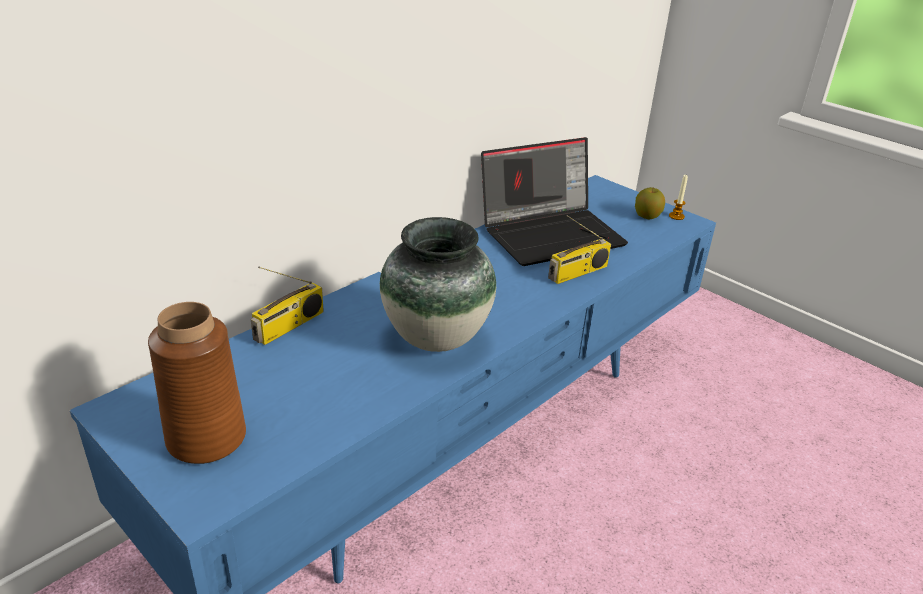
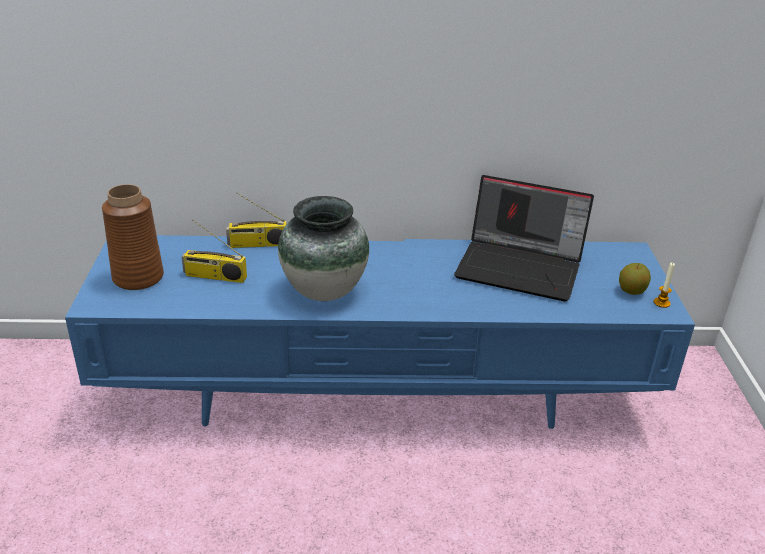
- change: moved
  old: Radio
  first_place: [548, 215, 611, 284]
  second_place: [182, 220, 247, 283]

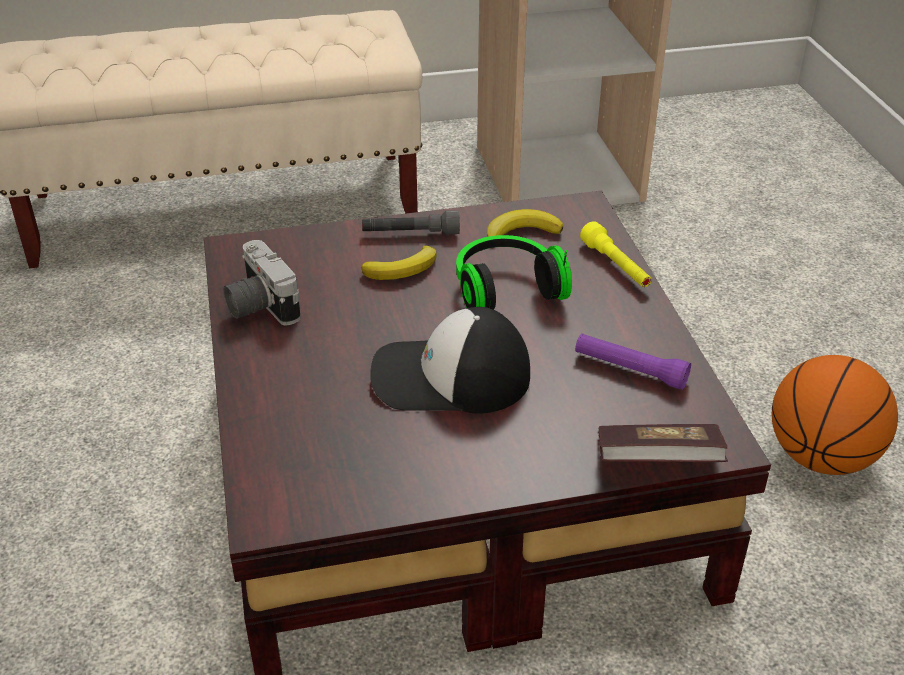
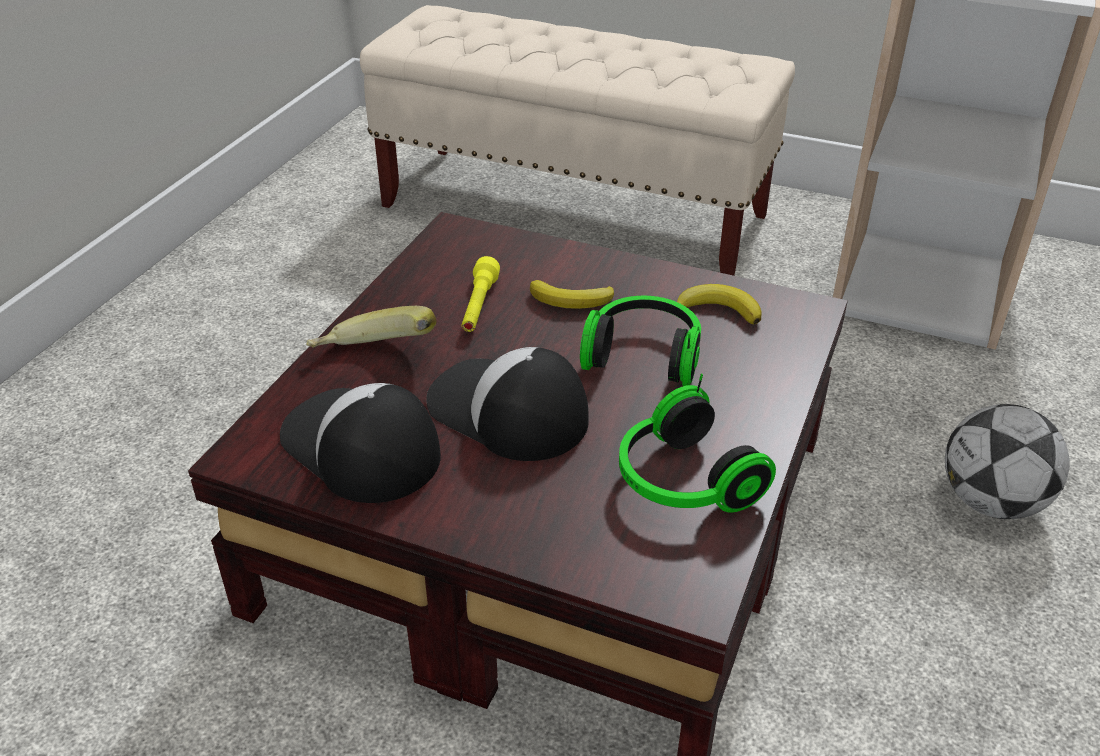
- change: removed
  old: Taschenlampe [grau]
  first_place: [362, 210, 460, 235]
- change: moved
  old: Taschenlampe [gelb]
  first_place: [580, 221, 652, 287]
  second_place: [462, 256, 500, 332]
- change: removed
  old: Kamera
  first_place: [224, 240, 301, 325]
- change: replaced
  old: Taschenlampe [lila]
  new: Kopfhörer
  first_place: [575, 333, 691, 390]
  second_place: [619, 374, 776, 513]
- change: removed
  old: Basketball
  first_place: [772, 355, 898, 475]
- change: removed
  old: Buch
  first_place: [599, 424, 728, 462]
- change: added
  new: Banane
  second_place: [307, 306, 436, 348]
- change: added
  new: Kappe
  second_place: [280, 383, 441, 503]
- change: added
  new: Fußball
  second_place: [945, 404, 1070, 519]

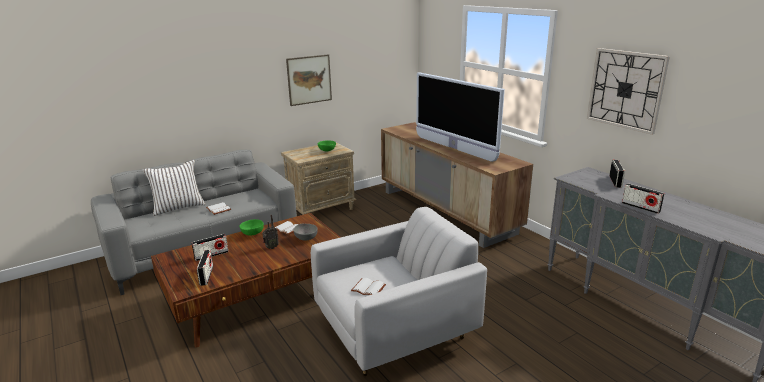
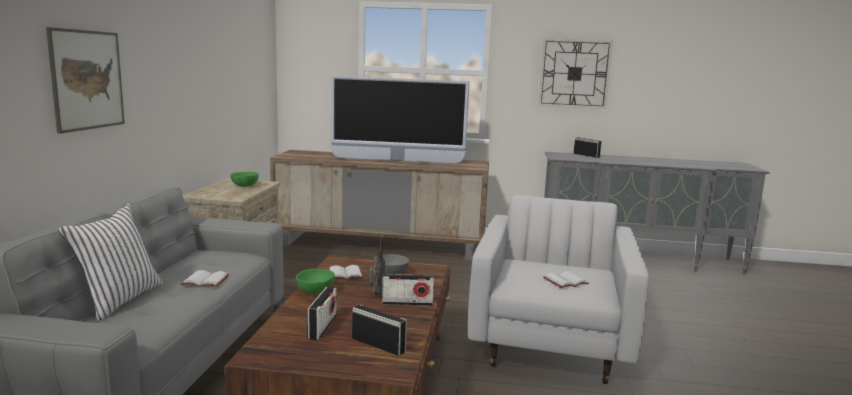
- change: moved
  old: Bild
  first_place: [286, 54, 332, 106]
  second_place: [46, 27, 125, 134]
- change: moved
  old: Radio
  first_place: [622, 183, 665, 214]
  second_place: [382, 274, 434, 306]

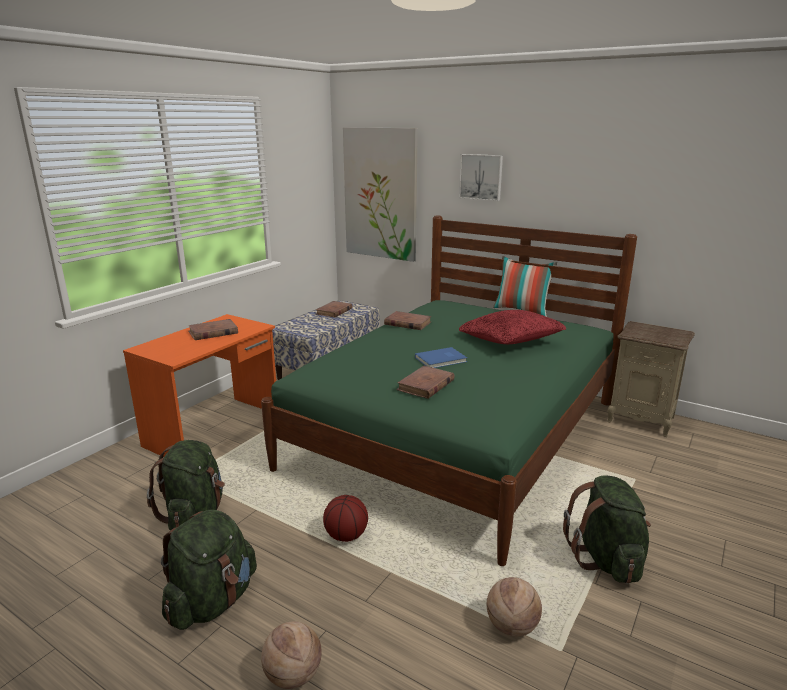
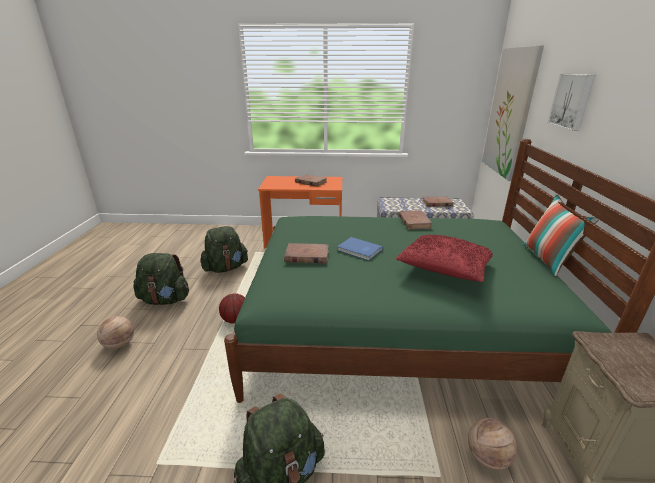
- change: moved
  old: Basketball
  first_place: [487, 577, 542, 637]
  second_place: [468, 418, 517, 470]

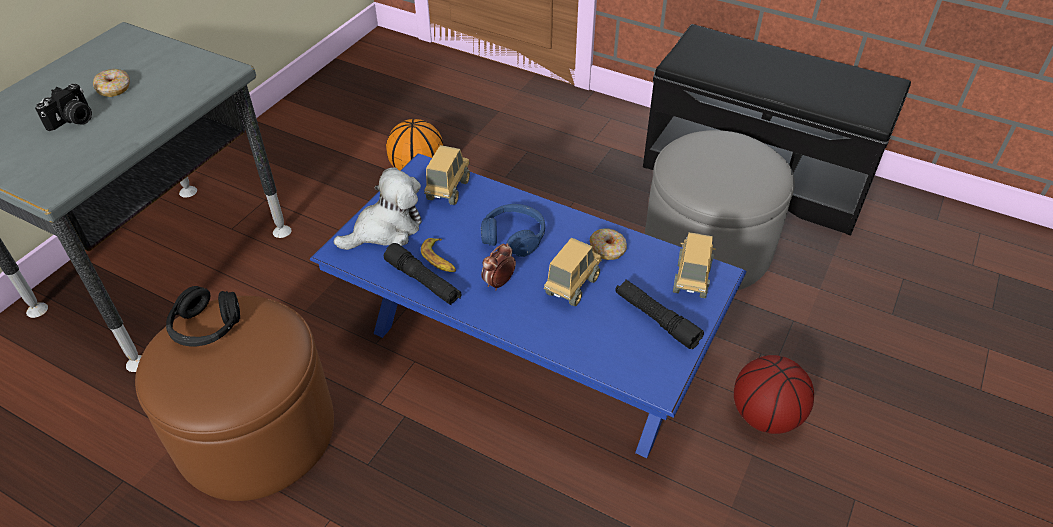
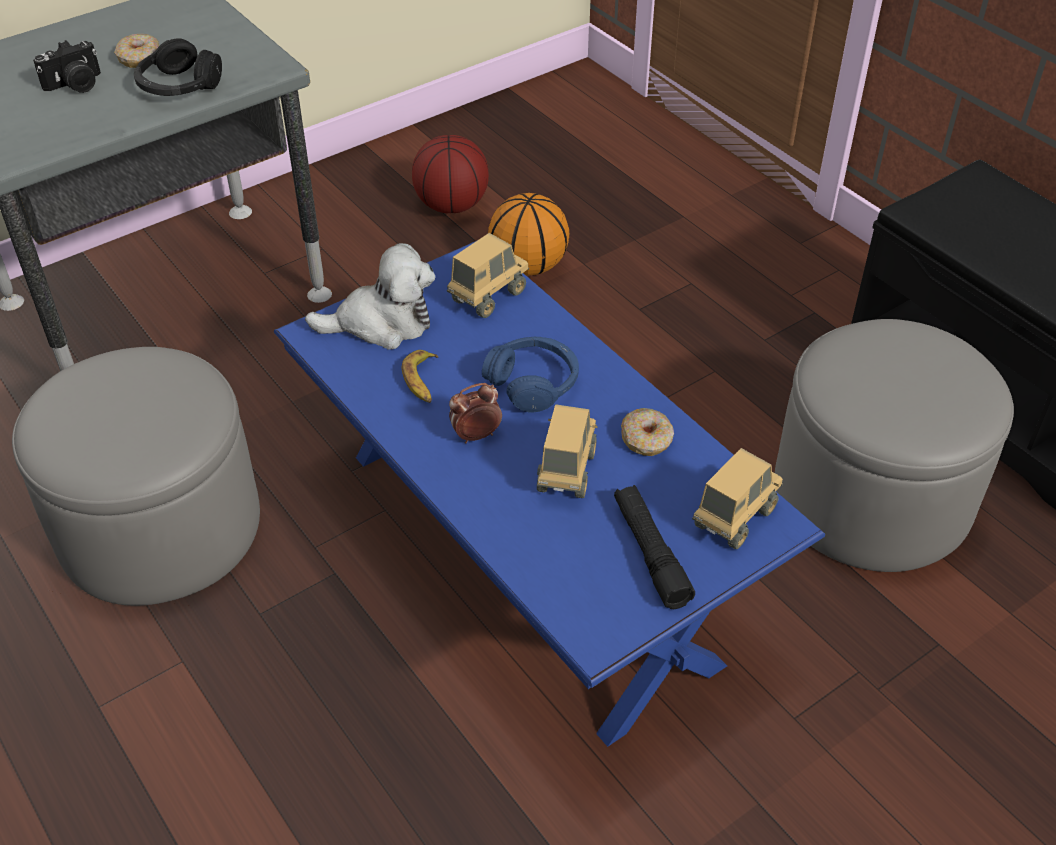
- change: turned
  old: Spielzeuglaster
  first_place: [544, 237, 602, 306]
  second_place: [537, 404, 598, 498]
  degrees: -45
- change: removed
  old: Taschenlampe [schwarz]
  first_place: [384, 243, 462, 305]
- change: moved
  old: Kopfhörer [schwarz]
  first_place: [166, 286, 240, 346]
  second_place: [134, 38, 222, 96]
- change: recoloured
  old: Polsterhocker [braun]
  new: Polsterhocker [grau]
  first_place: [135, 296, 334, 501]
  second_place: [12, 347, 260, 606]
- change: moved
  old: Basketball
  first_place: [734, 355, 814, 434]
  second_place: [412, 135, 489, 213]

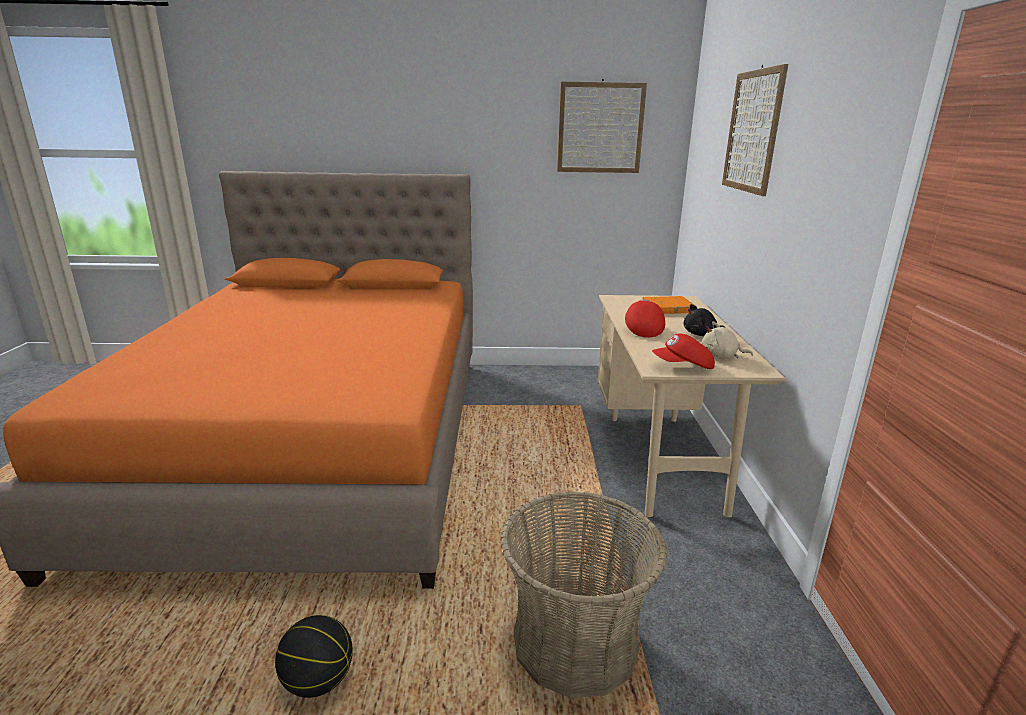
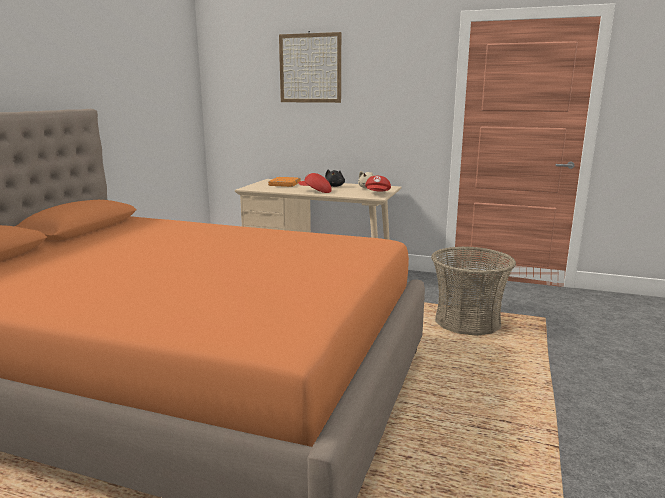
- change: removed
  old: Bild
  first_place: [557, 79, 647, 173]
- change: removed
  old: Basketball
  first_place: [275, 615, 353, 698]

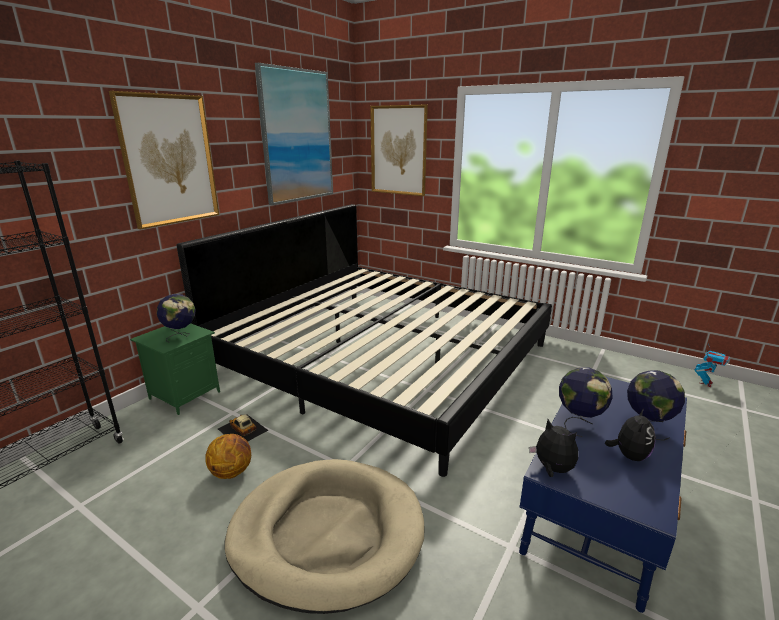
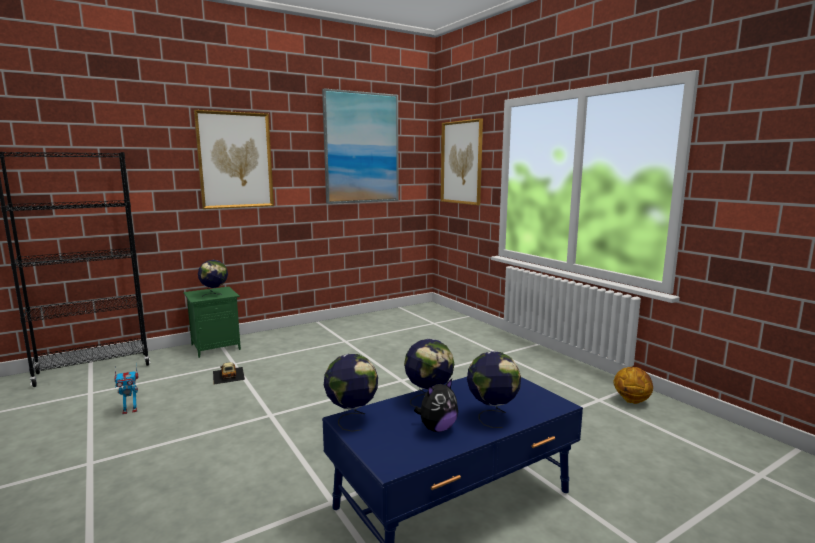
- change: removed
  old: Bett
  first_place: [177, 204, 552, 477]
- change: moved
  old: Spielzeugroboter
  first_place: [694, 344, 730, 387]
  second_place: [114, 362, 138, 414]
- change: replaced
  old: Plüschtier
  new: Globus
  first_place: [529, 419, 578, 477]
  second_place: [324, 354, 378, 432]
- change: moved
  old: Basketball
  first_place: [205, 434, 251, 479]
  second_place: [613, 367, 653, 404]
- change: removed
  old: Hundebett [beige]
  first_place: [224, 459, 424, 614]

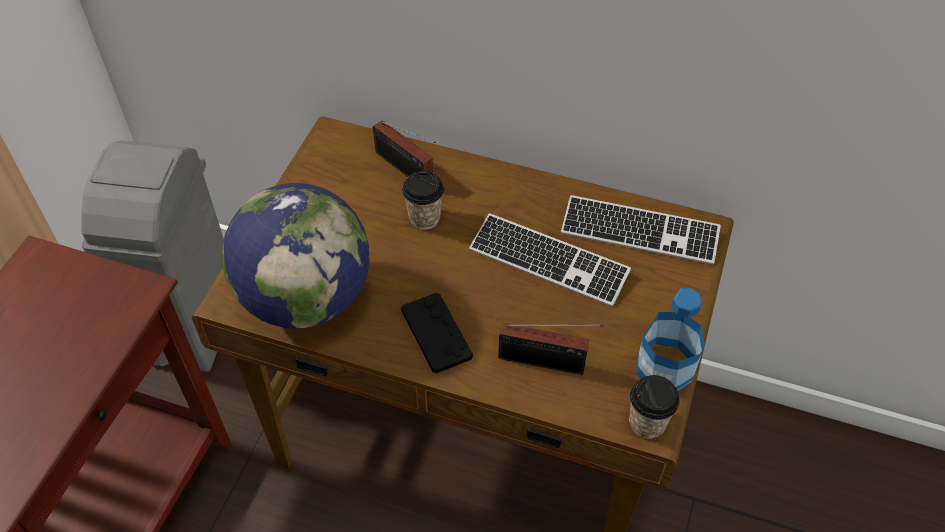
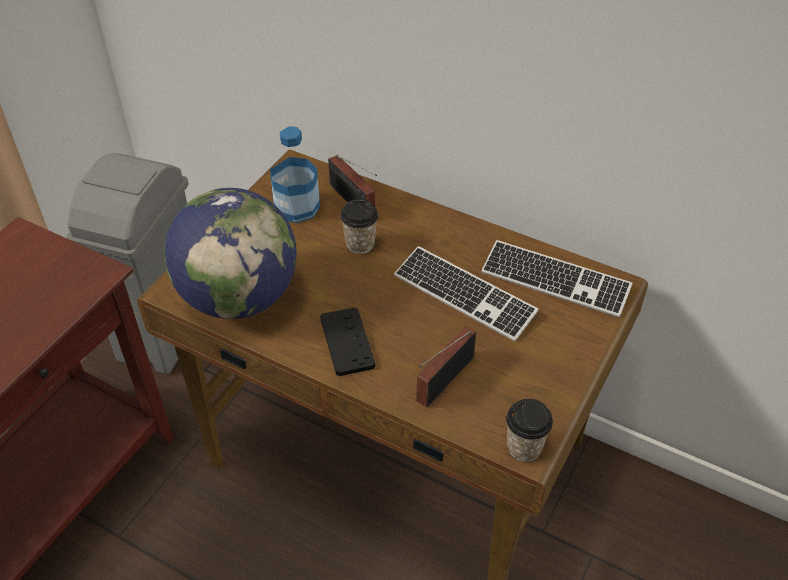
- change: moved
  old: Flasche
  first_place: [636, 288, 705, 391]
  second_place: [270, 126, 320, 223]
- change: turned
  old: Radio
  first_place: [498, 323, 603, 375]
  second_place: [416, 326, 476, 407]
  degrees: 105

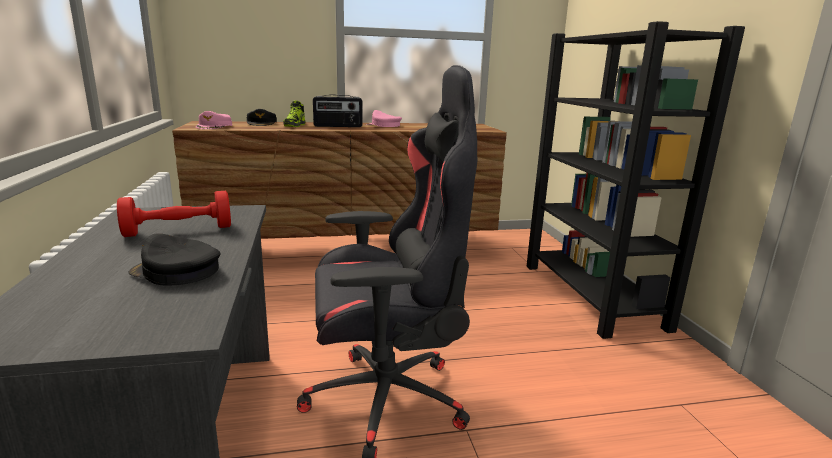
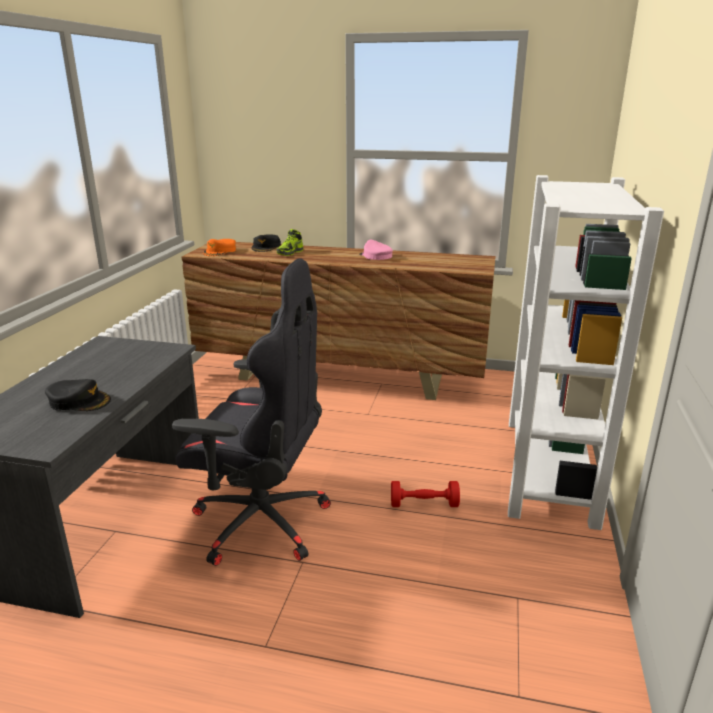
- change: recoloured
  old: Bücherregal [schwarz]
  new: Bücherregal [weiß]
  first_place: [527, 21, 745, 339]
  second_place: [508, 175, 664, 530]
- change: removed
  old: Radio
  first_place: [313, 95, 362, 127]
- change: recoloured
  old: Kappe [rosa]
  new: Kappe [orange]
  first_place: [196, 111, 232, 129]
  second_place: [203, 239, 236, 256]
- change: moved
  old: Hantel [rot]
  first_place: [117, 191, 231, 237]
  second_place: [391, 481, 460, 507]
- change: turned
  old: Kappe [schwarz]
  first_place: [128, 233, 220, 286]
  second_place: [45, 379, 111, 411]
  degrees: 150

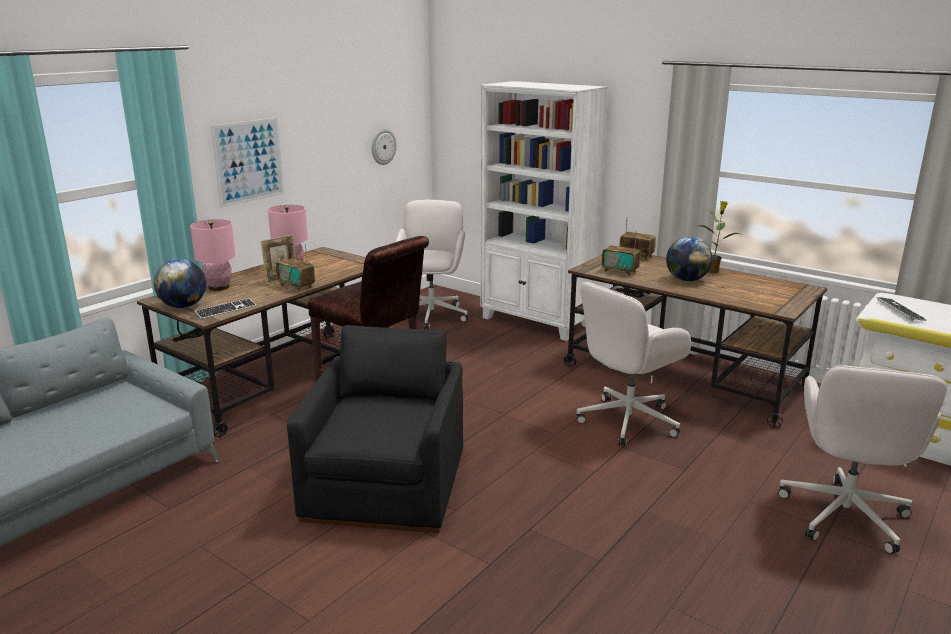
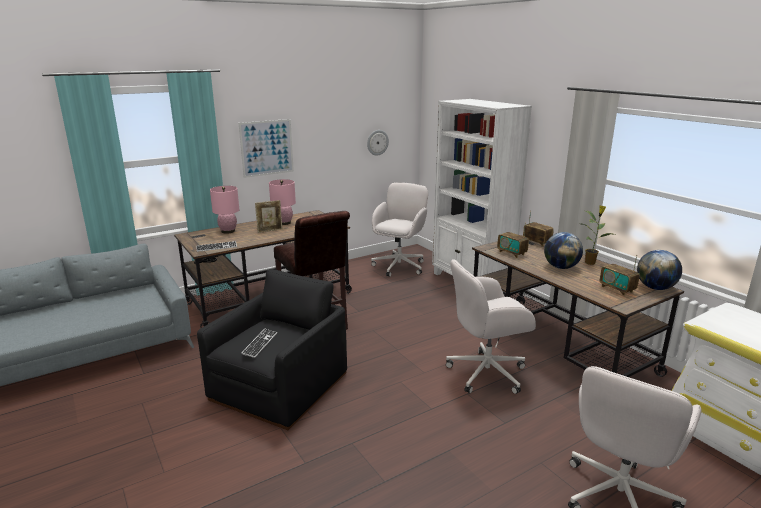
- change: moved
  old: Radio
  first_place: [276, 244, 315, 292]
  second_place: [600, 255, 640, 296]
- change: moved
  old: Globus
  first_place: [154, 259, 206, 308]
  second_place: [637, 250, 682, 290]
- change: moved
  old: Tastatur
  first_place: [876, 297, 927, 321]
  second_place: [241, 329, 277, 358]

